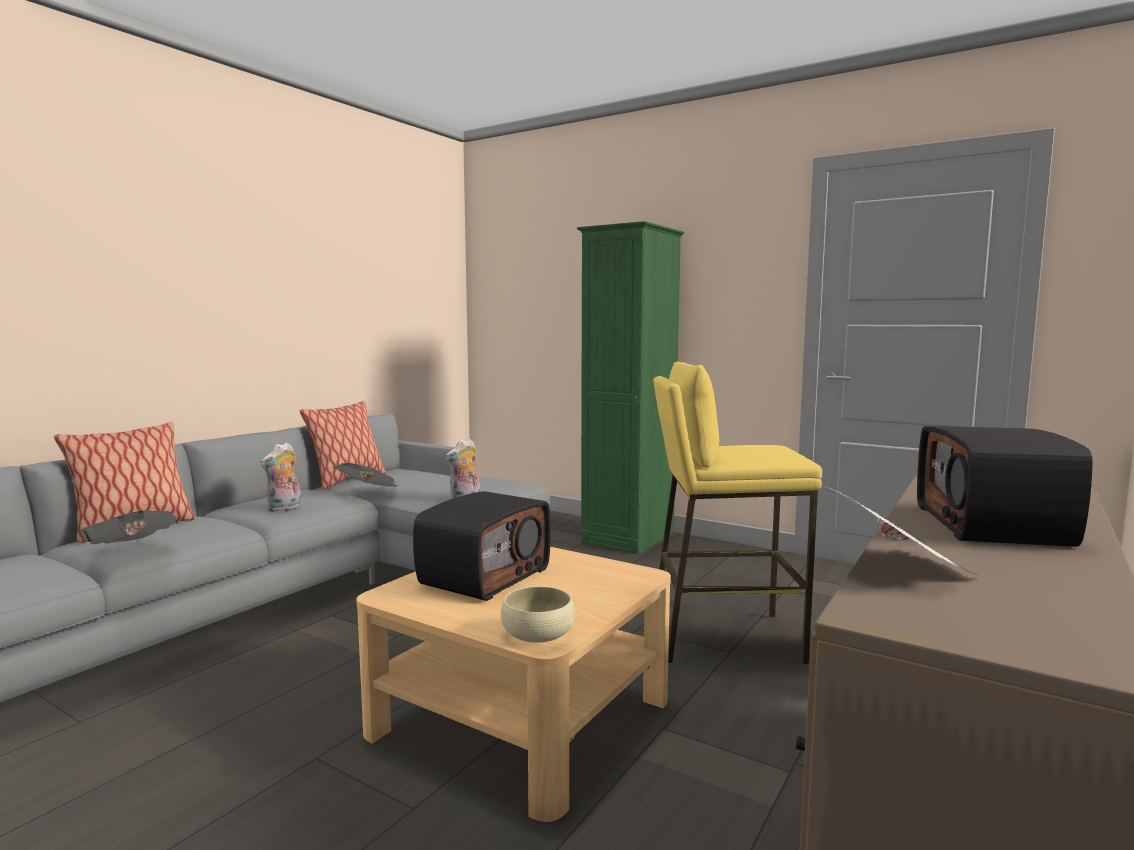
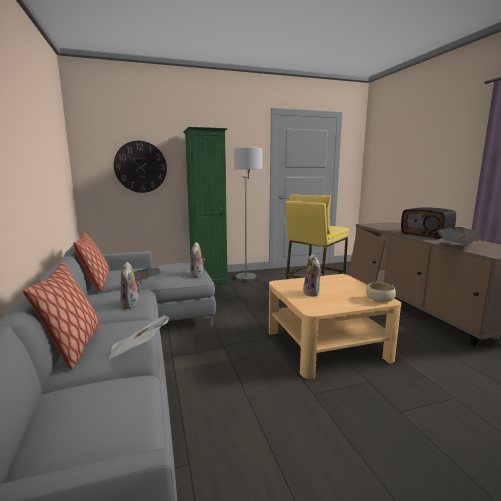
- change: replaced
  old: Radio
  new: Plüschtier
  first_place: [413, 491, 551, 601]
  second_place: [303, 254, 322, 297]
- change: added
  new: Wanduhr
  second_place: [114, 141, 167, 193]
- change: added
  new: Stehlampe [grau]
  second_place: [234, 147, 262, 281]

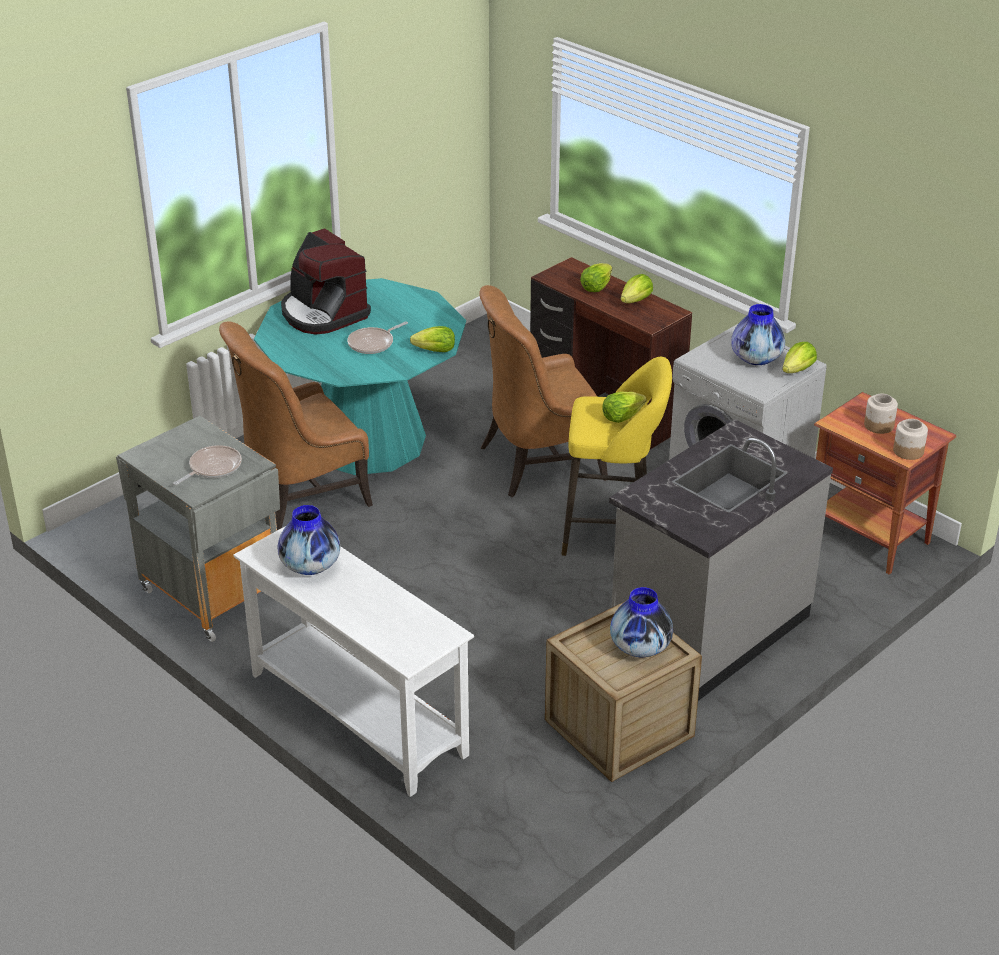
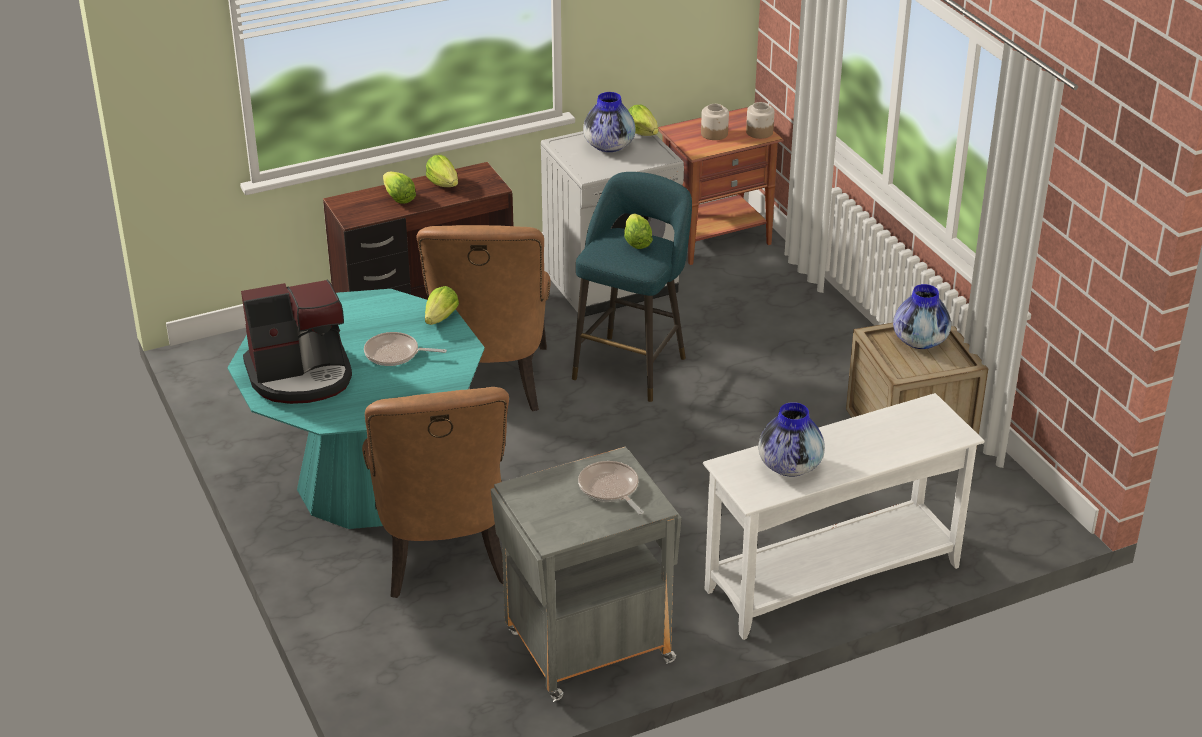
- change: turned
  old: Pfanne
  first_place: [347, 321, 408, 354]
  second_place: [364, 332, 447, 366]
  degrees: 120
- change: recoloured
  old: Hocker [gelb]
  new: Hocker [türkis]
  first_place: [561, 357, 672, 556]
  second_place: [572, 172, 692, 402]
- change: removed
  old: Küchenzeile [grau]
  first_place: [609, 419, 833, 701]

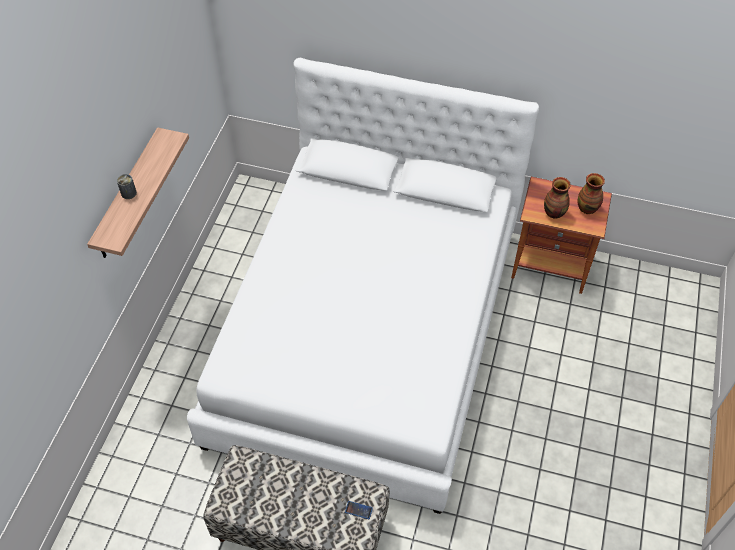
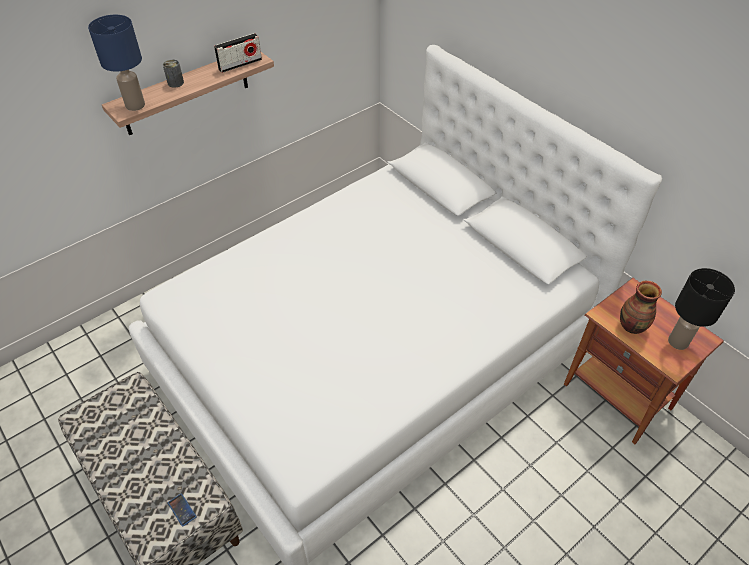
- change: replaced
  old: Vase
  new: Tischlampe [schwarz]
  first_place: [578, 173, 605, 214]
  second_place: [668, 268, 735, 350]
- change: added
  new: Tischlampe [blau]
  second_place: [88, 15, 145, 111]
- change: added
  new: Radio
  second_place: [214, 33, 262, 73]

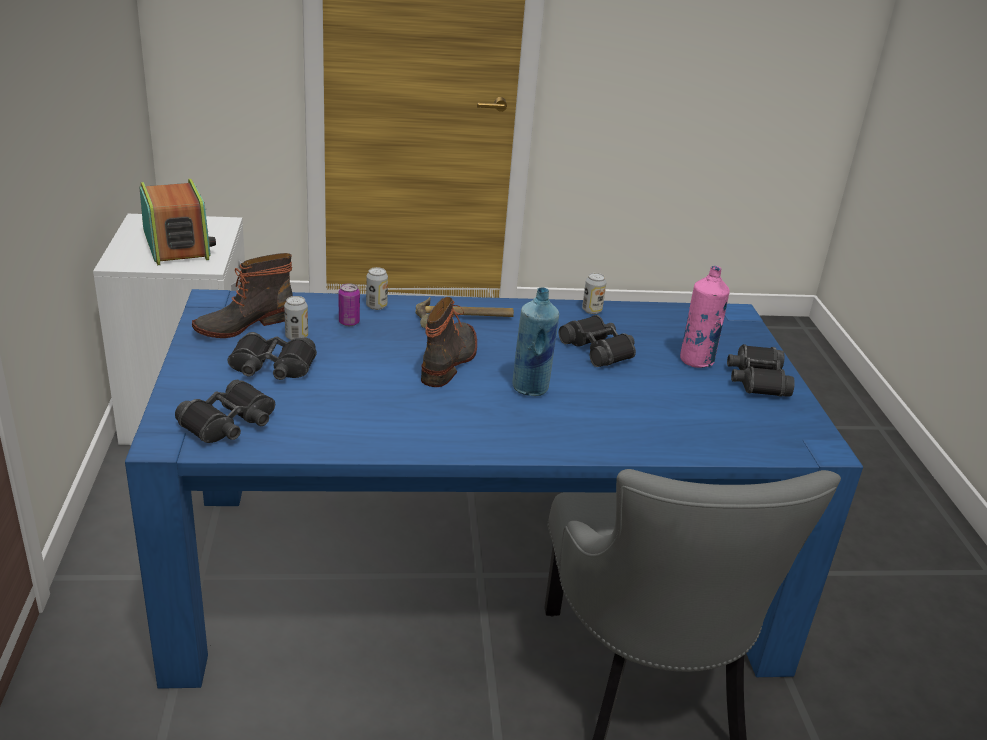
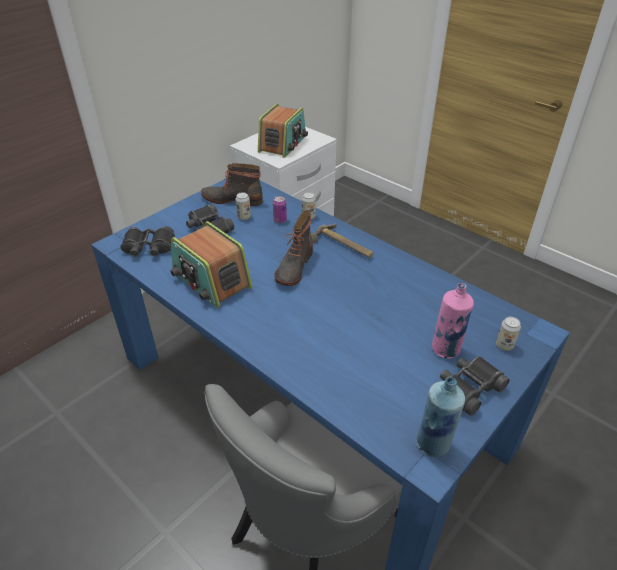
- change: moved
  old: Dose
  first_place: [582, 273, 606, 314]
  second_place: [496, 317, 521, 351]
- change: moved
  old: Flasche [blau]
  first_place: [513, 288, 559, 396]
  second_place: [416, 377, 465, 457]
- change: turned
  old: Stiefel
  first_place: [421, 297, 477, 387]
  second_place: [274, 210, 313, 286]
  degrees: 135
- change: removed
  old: Fernglas [schwarz]
  first_place: [559, 315, 636, 367]
- change: added
  new: Radio
  second_place: [170, 221, 252, 308]

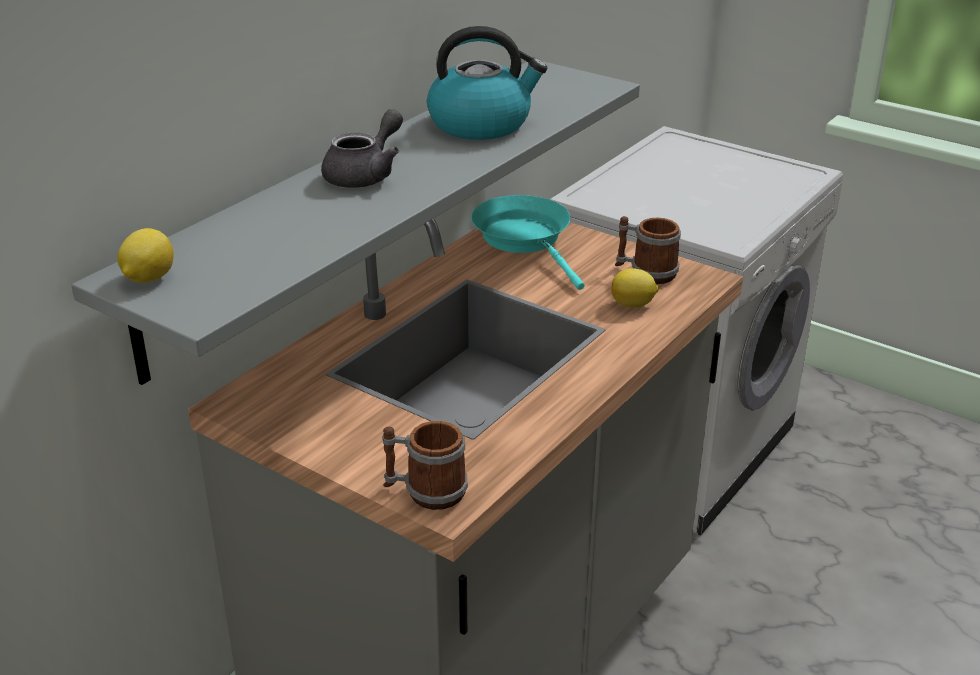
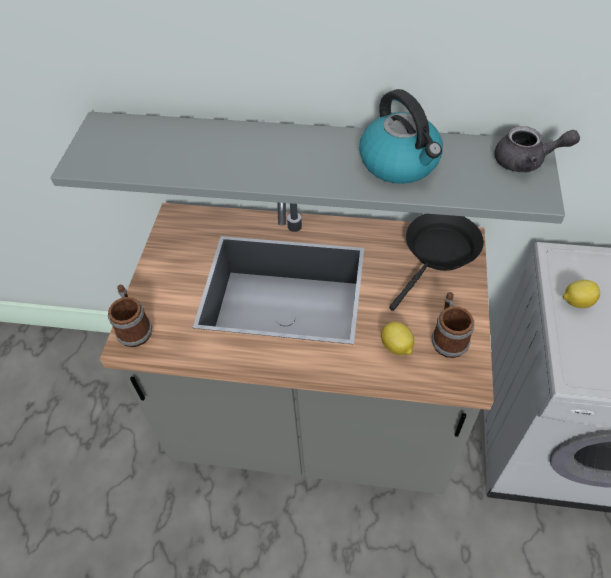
- change: moved
  old: Teekanne [grau]
  first_place: [321, 109, 403, 188]
  second_place: [495, 126, 580, 172]
- change: recoloured
  old: Pfanne [türkis]
  new: Pfanne [schwarz]
  first_place: [471, 195, 584, 290]
  second_place: [389, 214, 484, 311]
- change: moved
  old: Zitrone
  first_place: [117, 228, 174, 283]
  second_place: [563, 280, 600, 308]

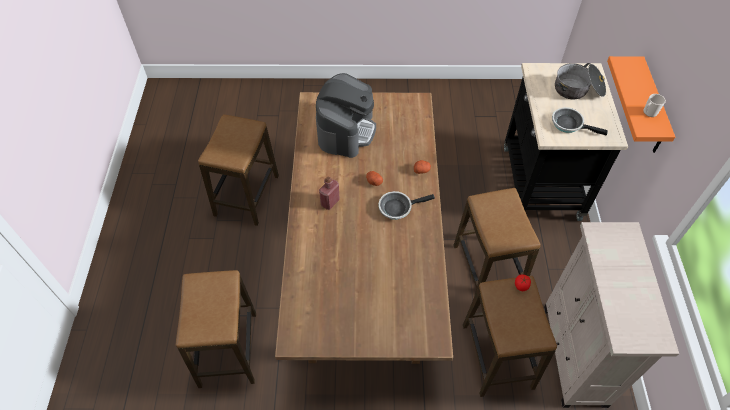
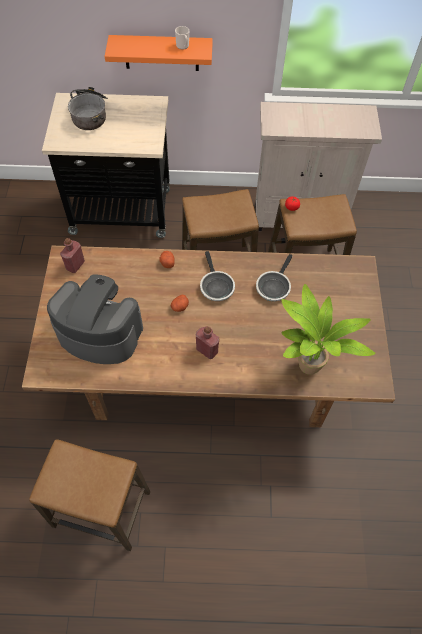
- change: moved
  old: Pfanne
  first_place: [552, 107, 608, 136]
  second_place: [256, 254, 293, 301]
- change: removed
  old: Hocker
  first_place: [176, 270, 256, 388]
- change: added
  new: Flasche [rot]
  second_place: [60, 238, 85, 273]
- change: added
  new: Topfpflanze
  second_place: [281, 284, 376, 375]

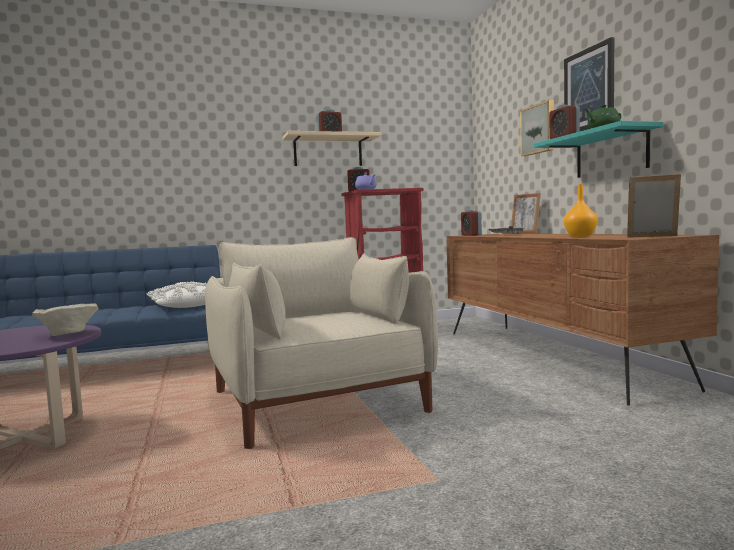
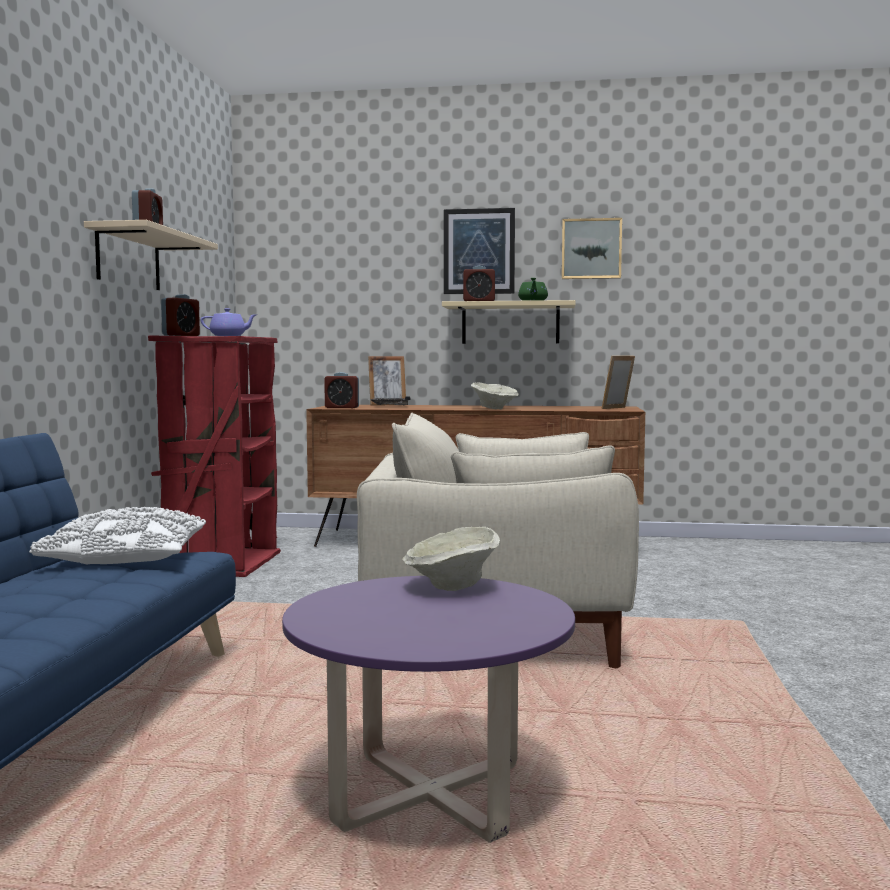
- change: moved
  old: Bild
  first_place: [520, 100, 554, 156]
  second_place: [562, 218, 622, 279]
- change: recoloured
  old: Wandregal [türkis]
  new: Wandregal [beige]
  first_place: [534, 121, 663, 178]
  second_place: [442, 300, 576, 344]
- change: removed
  old: Vase [orange]
  first_place: [564, 184, 598, 237]
- change: added
  new: Schüssel [beige]
  second_place: [471, 382, 519, 409]

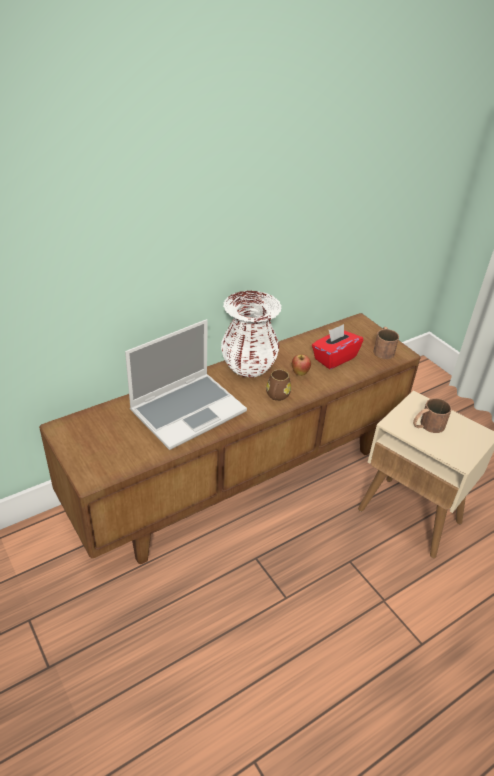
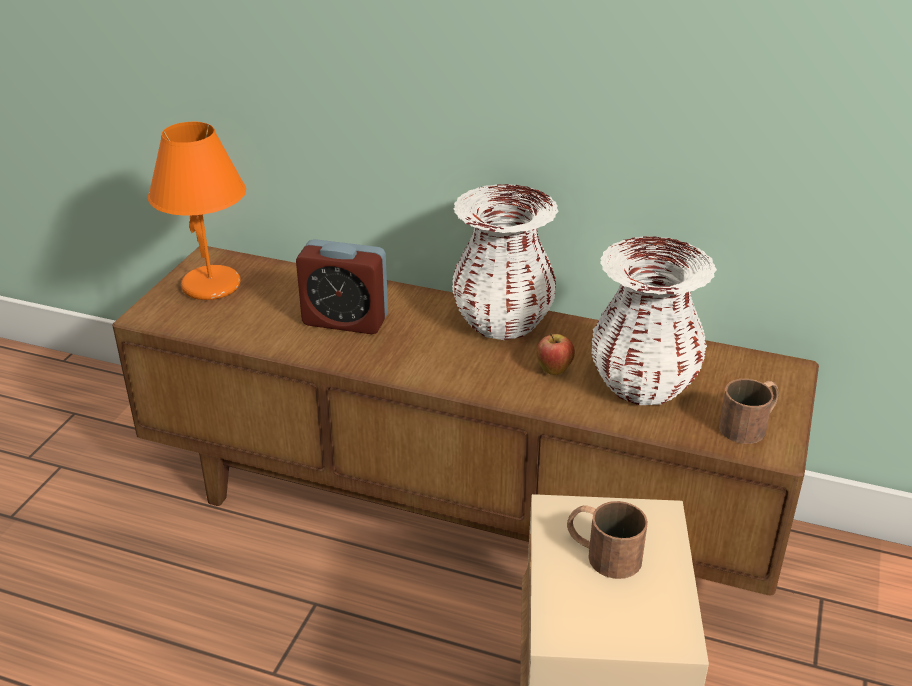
- change: replaced
  old: Laptop
  new: Wecker
  first_place: [125, 319, 247, 450]
  second_place: [296, 239, 388, 334]
- change: replaced
  old: Taschentuchbox [rot]
  new: Vase [weiß]
  first_place: [312, 324, 363, 369]
  second_place: [592, 236, 717, 405]
- change: removed
  old: Henkelbecher [braun]
  first_place: [266, 370, 291, 401]
- change: added
  new: Tischlampe [orange]
  second_place: [148, 122, 246, 300]

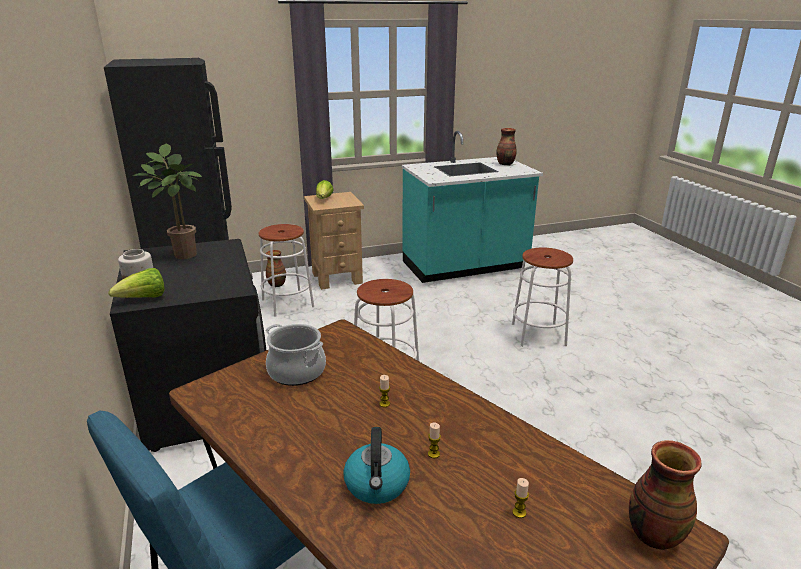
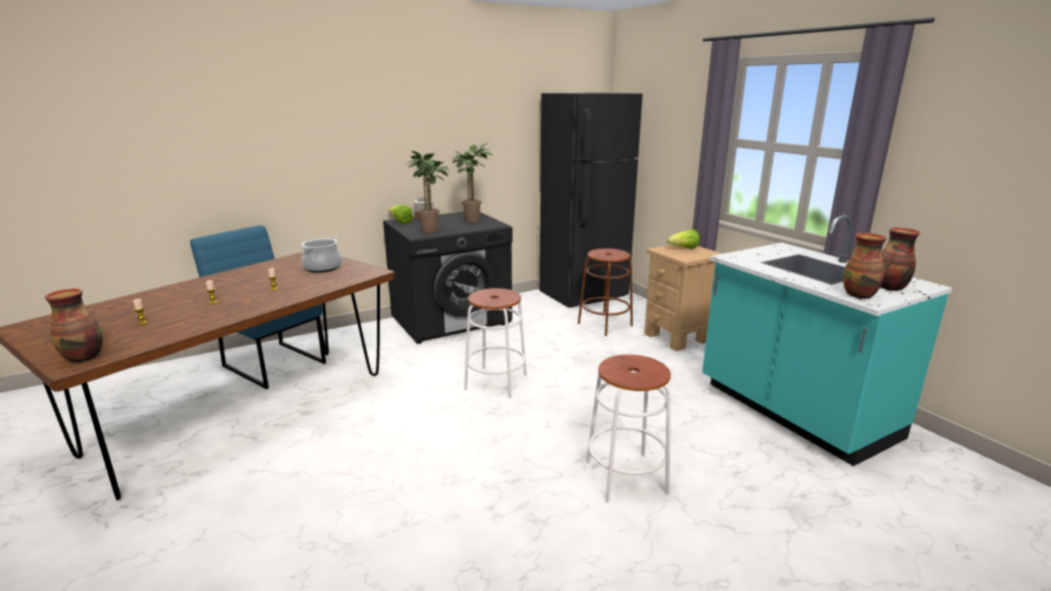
- change: recoloured
  old: Hocker [weiß]
  new: Hocker [braun]
  first_place: [259, 224, 314, 316]
  second_place: [578, 248, 633, 336]
- change: moved
  old: Vase
  first_place: [266, 250, 286, 287]
  second_place: [843, 233, 887, 299]
- change: removed
  old: Wasserkessel
  first_place: [343, 427, 410, 504]
- change: added
  new: Topfpflanze
  second_place: [405, 151, 450, 233]

